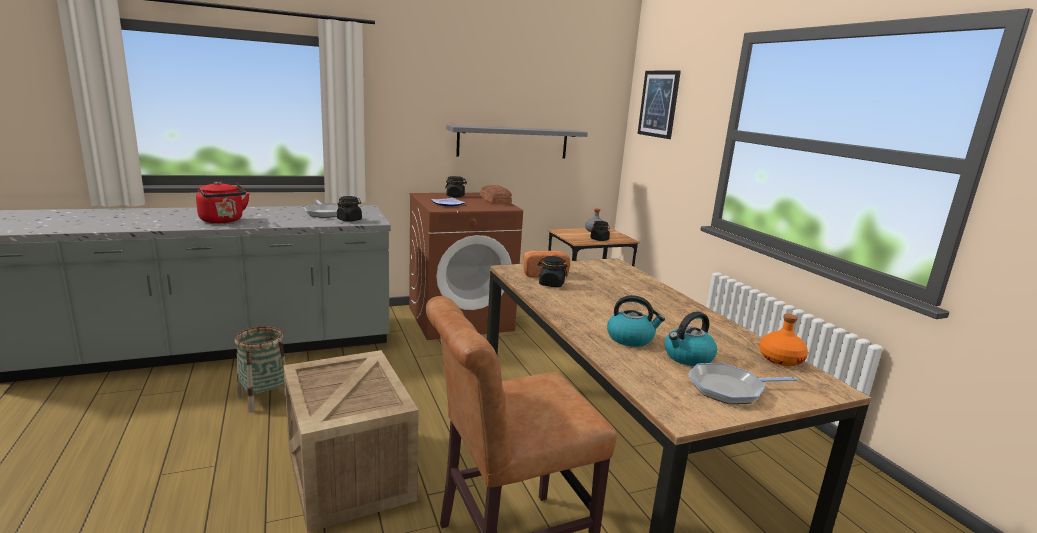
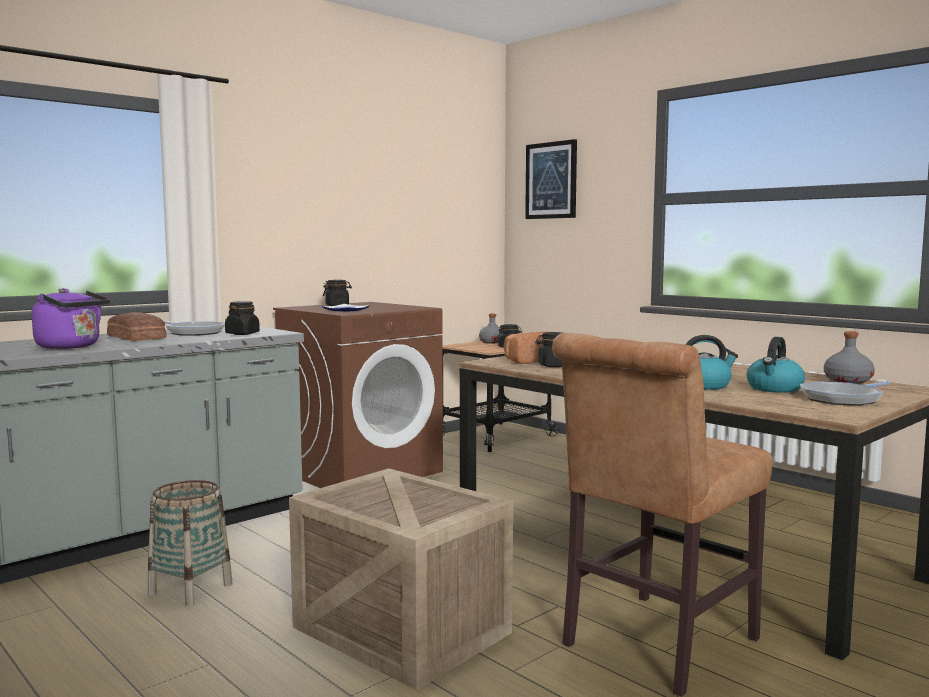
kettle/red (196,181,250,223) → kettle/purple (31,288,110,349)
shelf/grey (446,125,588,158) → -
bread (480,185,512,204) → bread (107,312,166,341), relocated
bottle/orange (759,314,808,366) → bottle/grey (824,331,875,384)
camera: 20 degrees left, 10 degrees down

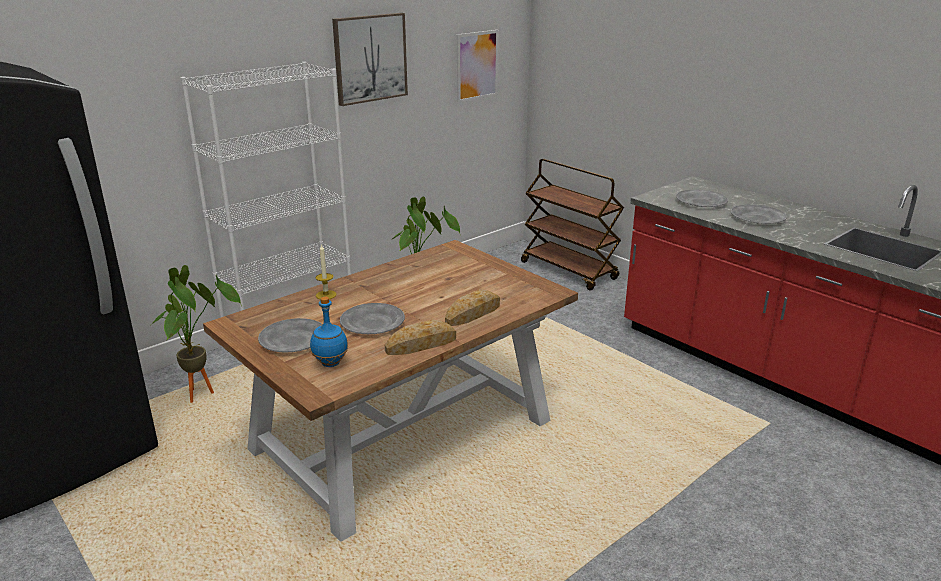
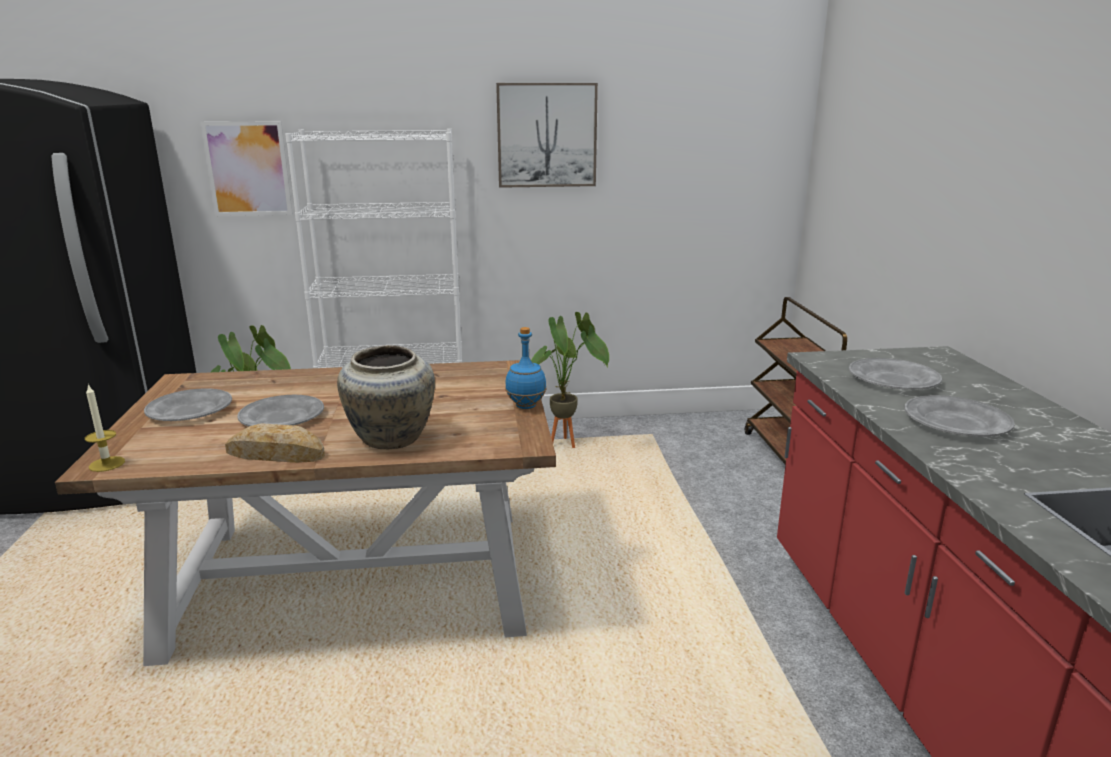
bottle/blue (310,297,348,367) → bottle/blue (505,327,547,409), relocated
candle (315,244,337,299) → candle (85,384,125,472), relocated
bread (445,290,500,326) → vase/beige (337,345,435,449)
picture (457,30,499,103) → picture (200,121,293,216), relocated
camera: 35 degrees right, 5 degrees down

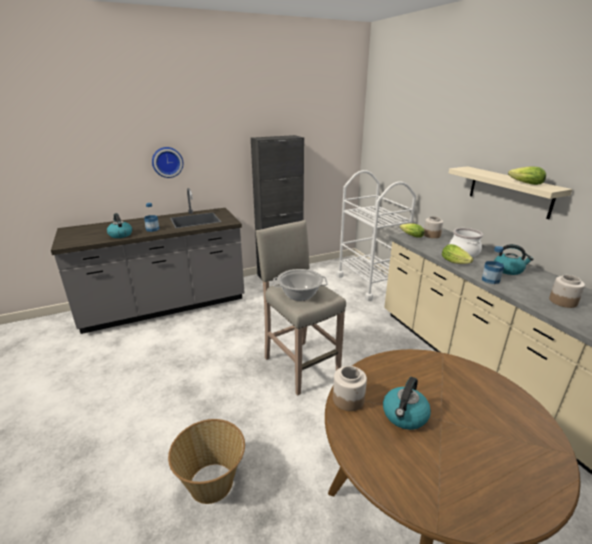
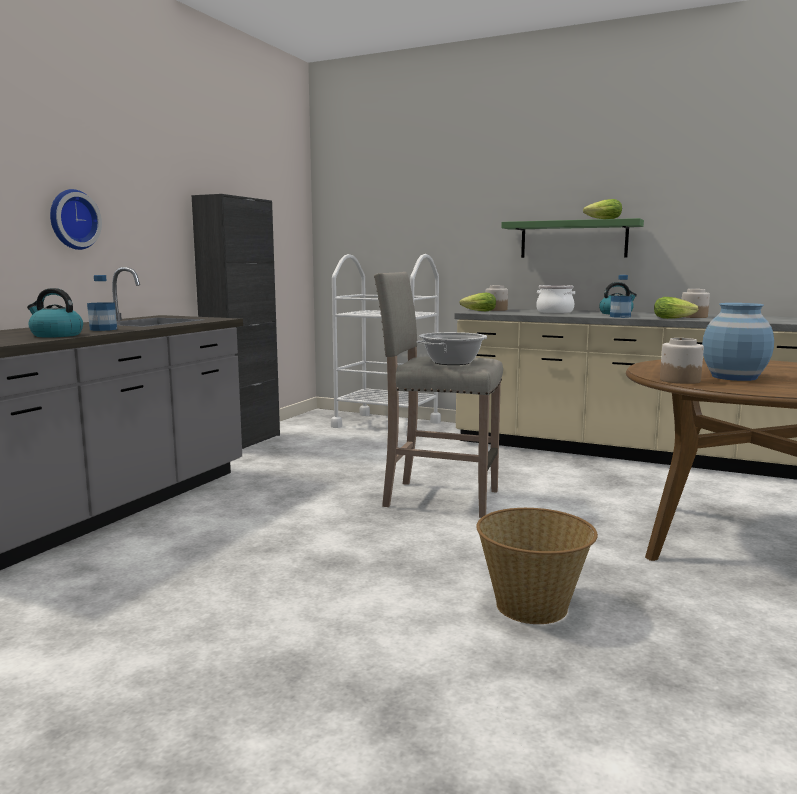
kettle (383,377,431,430) → vase/blue (702,303,774,381)
lettuce (442,244,473,264) → lettuce (654,297,699,319), relocated
shelf/beige (449,166,572,219) → shelf/green (501,218,644,258)
camera: 40 degrees left, 15 degrees down

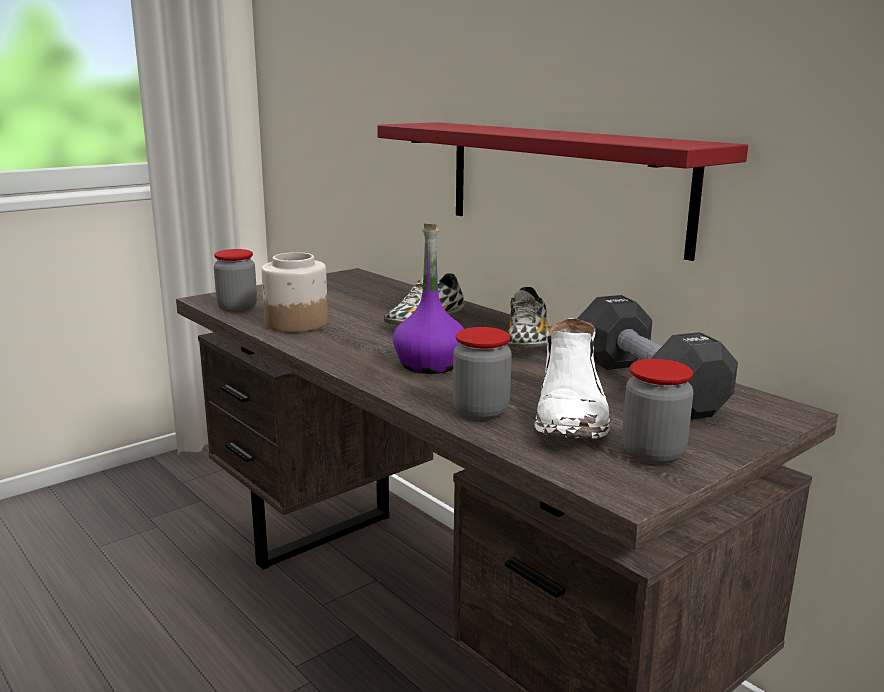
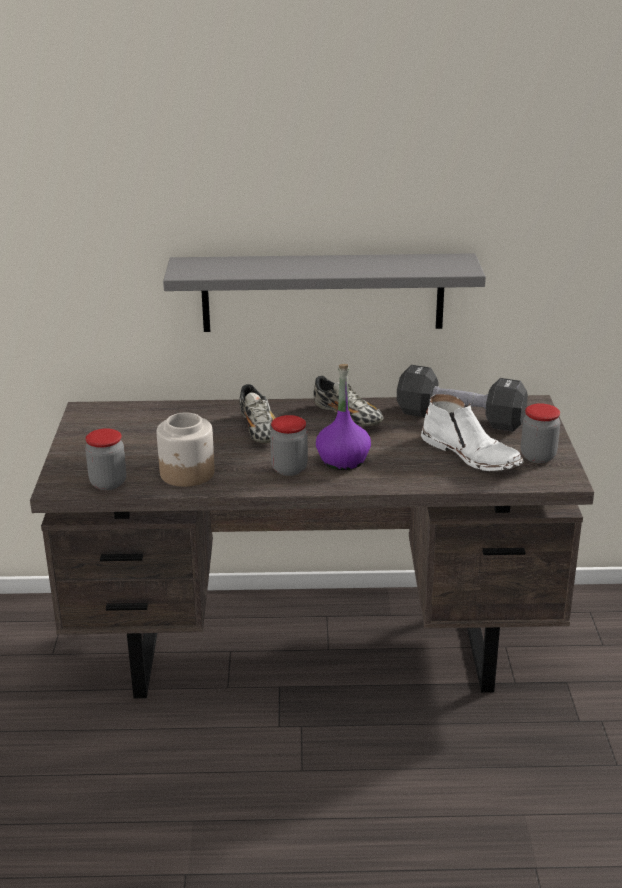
shelf/red (377,122,748,261) → shelf/grey (163,253,486,332)
jar (453,327,512,420) → jar (270,415,308,476), relocated
camera: 50 degrees left, 10 degrees up

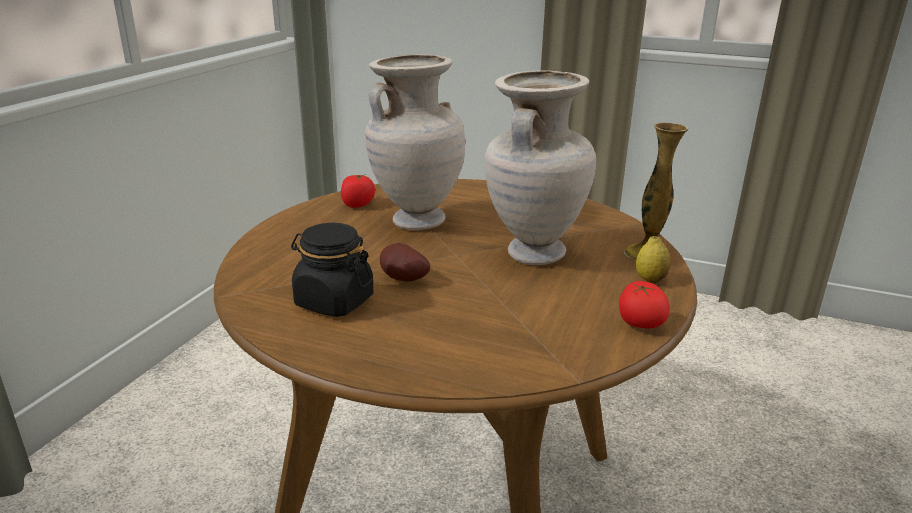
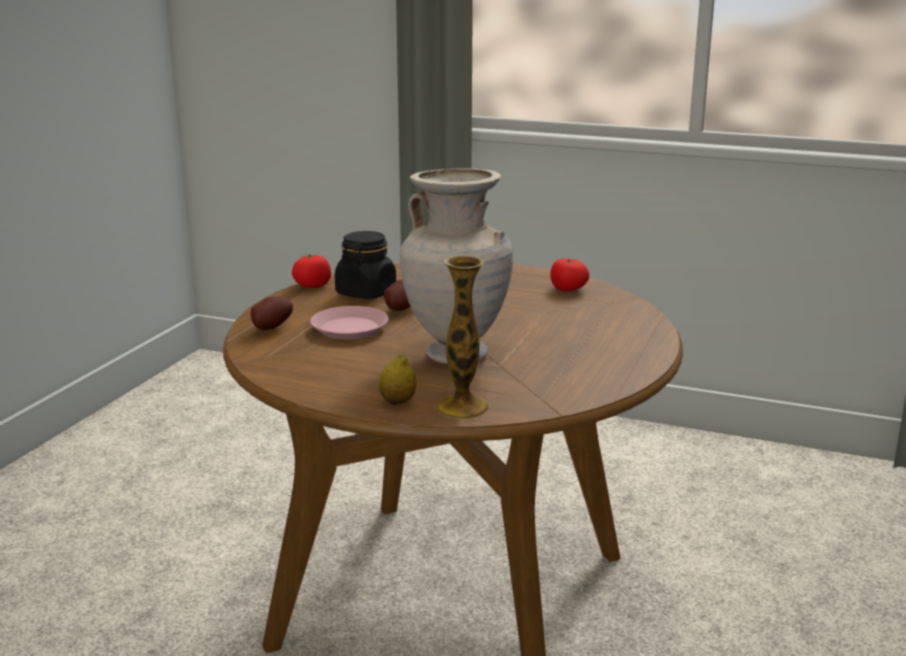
vase/beige (365,54,465,230) → -
tomato (619,281,669,329) → tomato (292,254,331,288), relocated
- → potato (251,297,293,330)
- → plate/pink (310,306,388,339)
camera: 90 degrees right, 5 degrees down

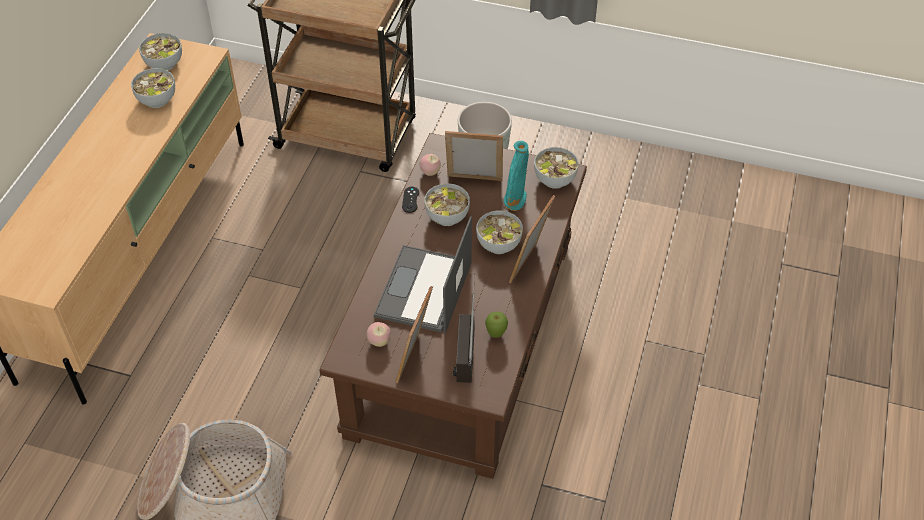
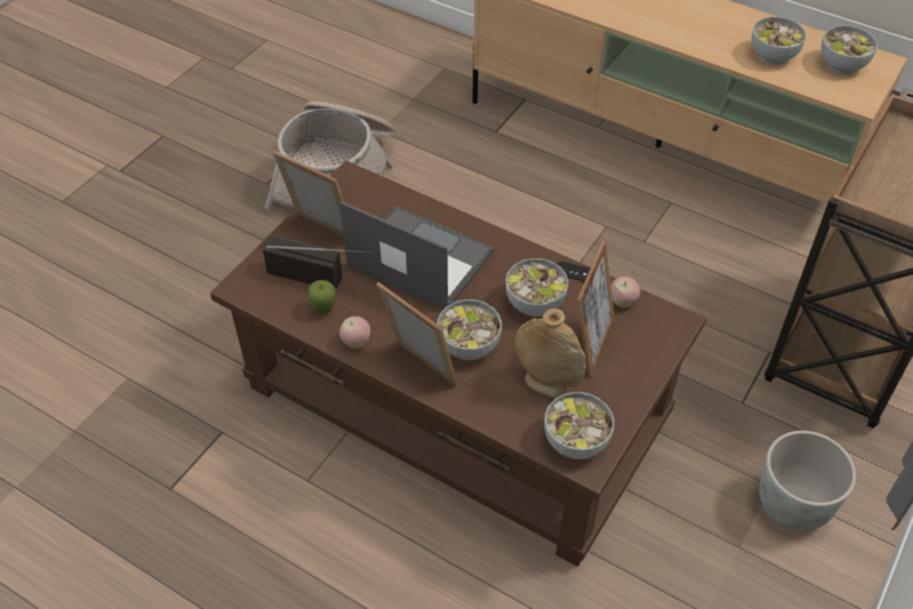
apple (367,322,390,347) → apple (339,316,370,348), relocated
vase/turquoise (504,141,529,211) → vase/beige (515,308,586,398)
camera: 105 degrees right, 0 degrees up

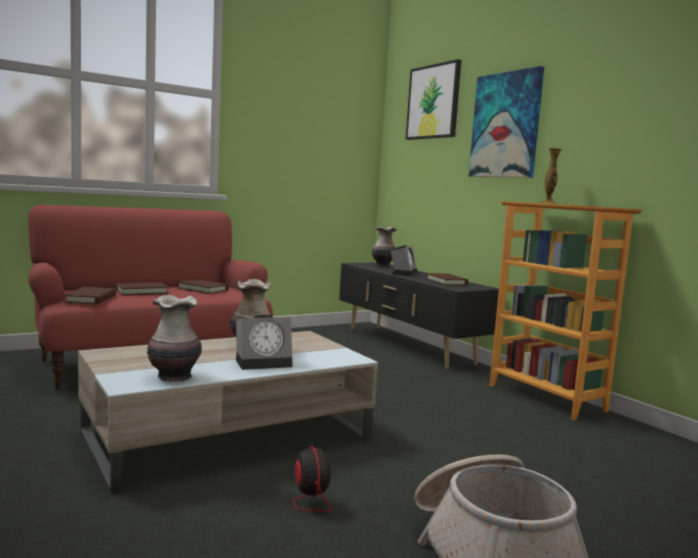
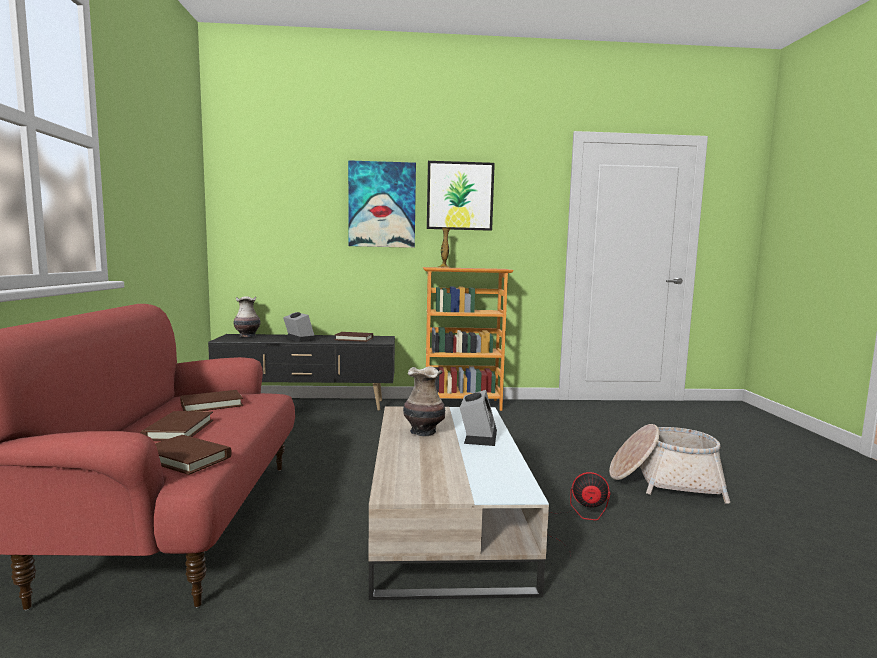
vase (147,295,202,382) → -
picture (406,59,461,140) → picture (427,161,495,231), relocated
camera: 60 degrees left, 0 degrees up

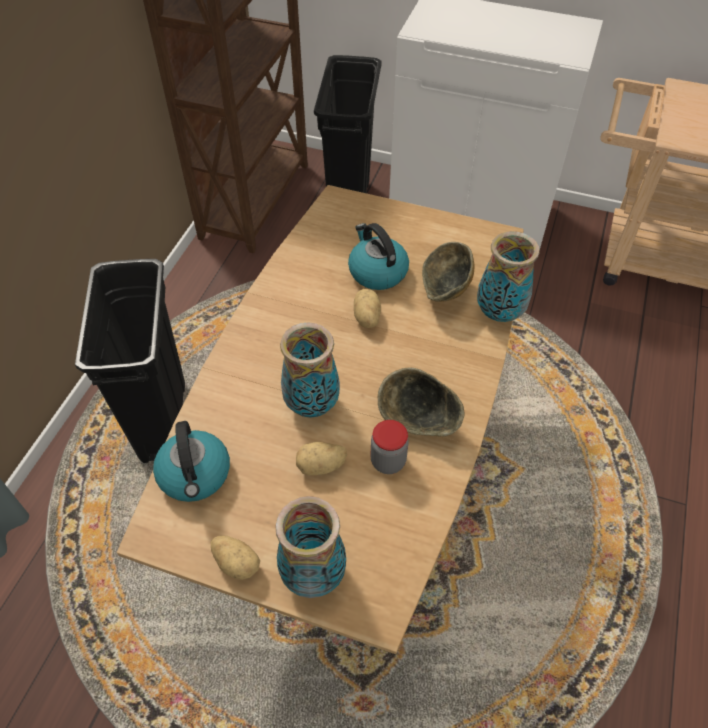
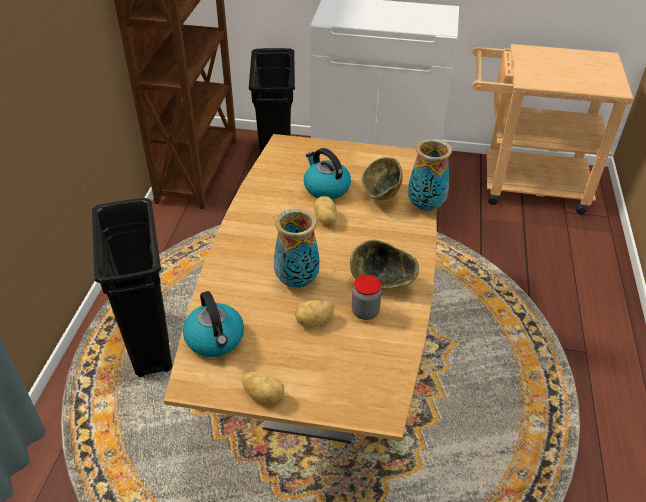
vase (275,496,346,598) → -
camera: 10 degrees left, 10 degrees down

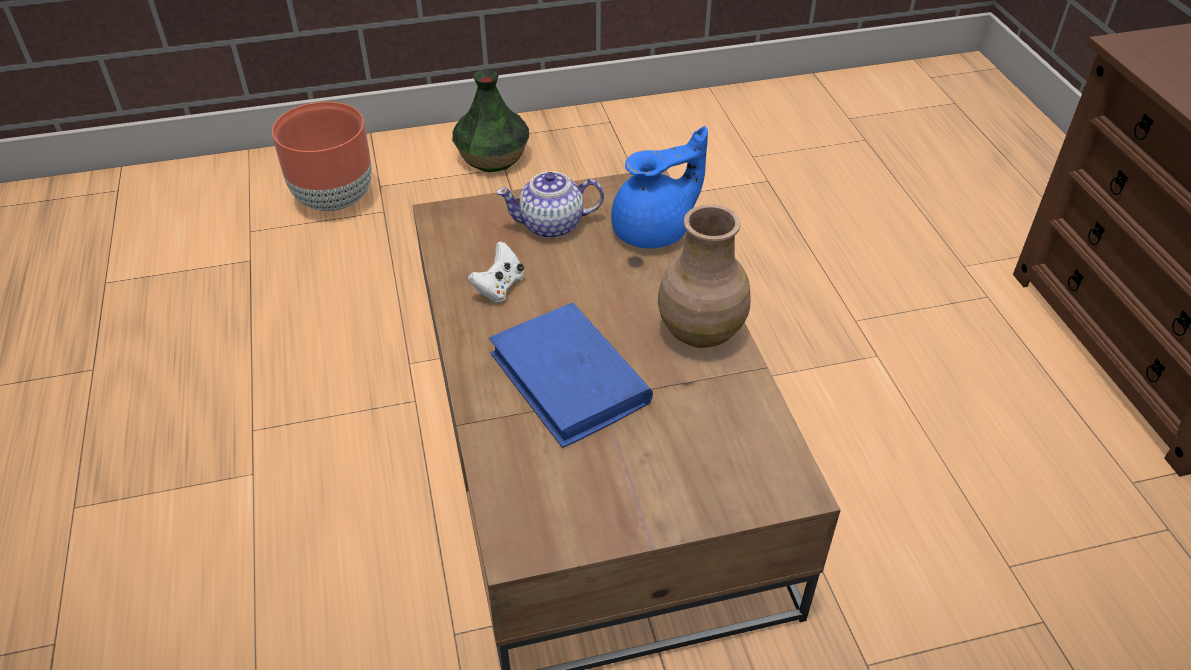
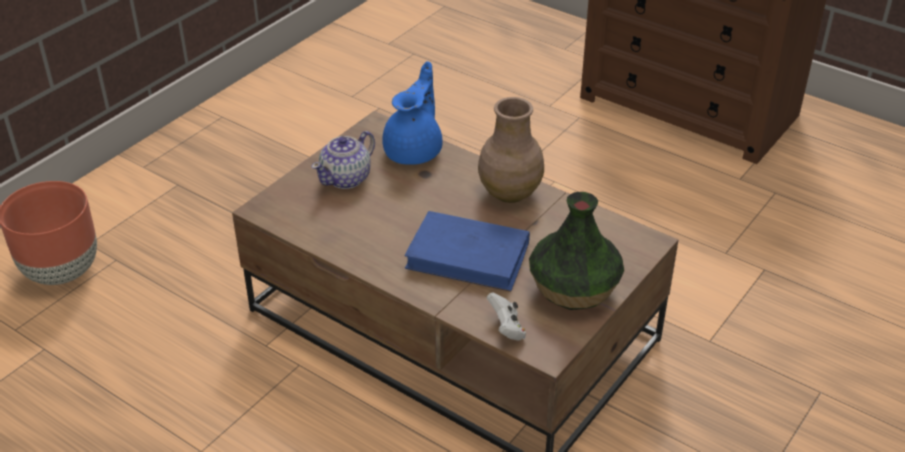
vase (452,69,529,172) → vase (529,192,624,310), relocated
game controller/white (467,241,524,302) → game controller/white (487,293,526,341), relocated
camera: 40 degrees left, 5 degrees down

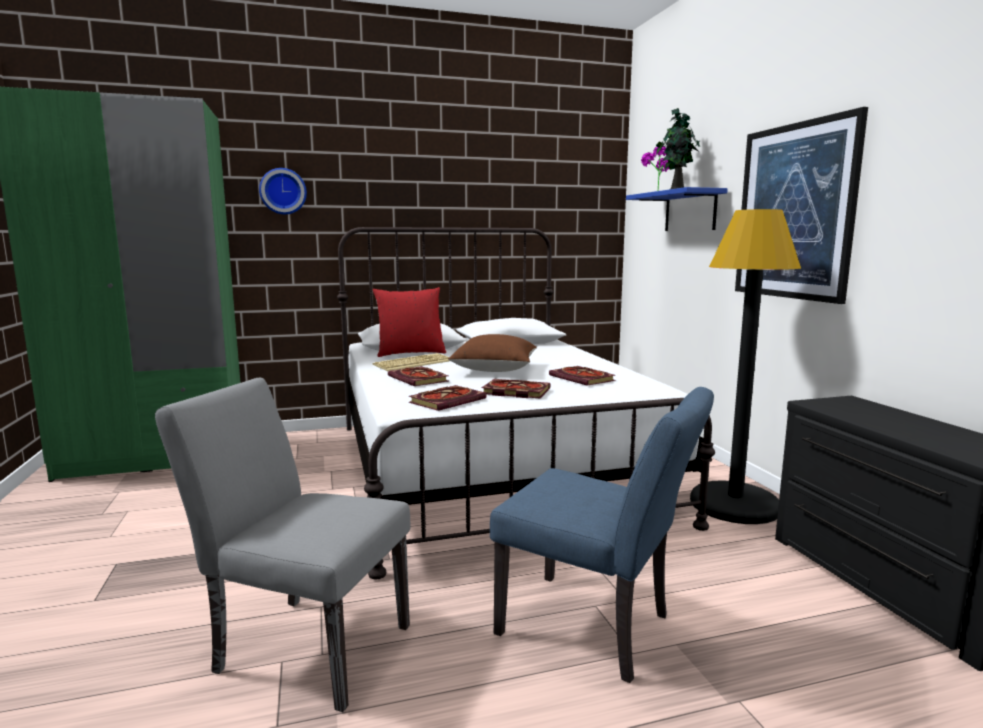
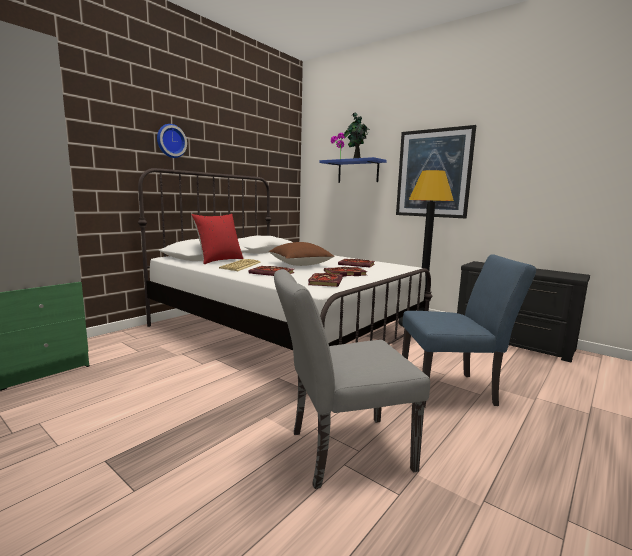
wall clock (259,168,307,214) → wall clock (157,124,187,158), relocated
camera: 35 degrees left, 0 degrees up

